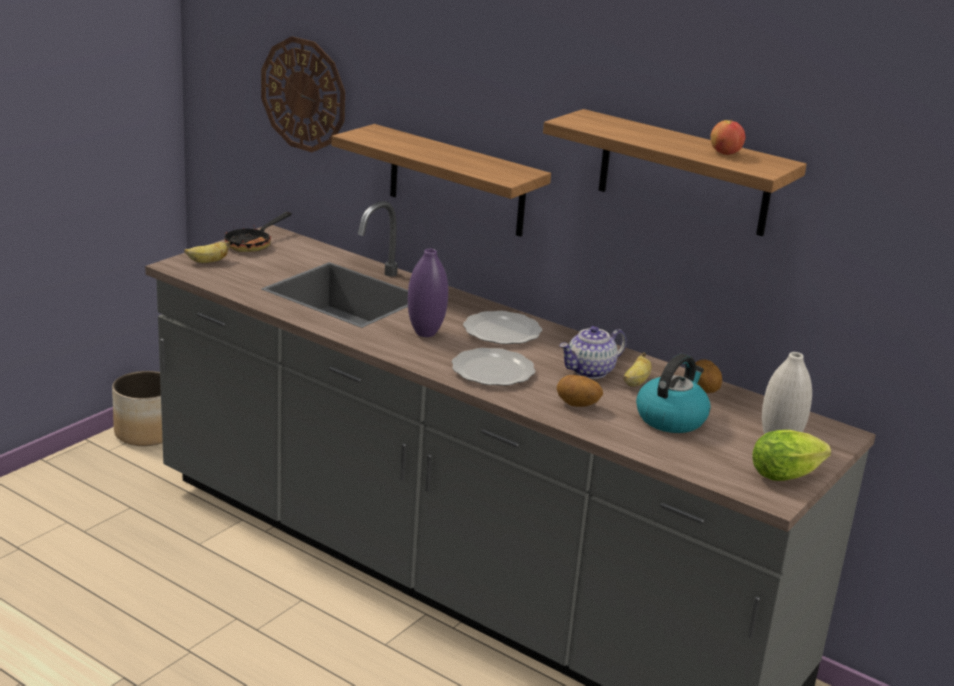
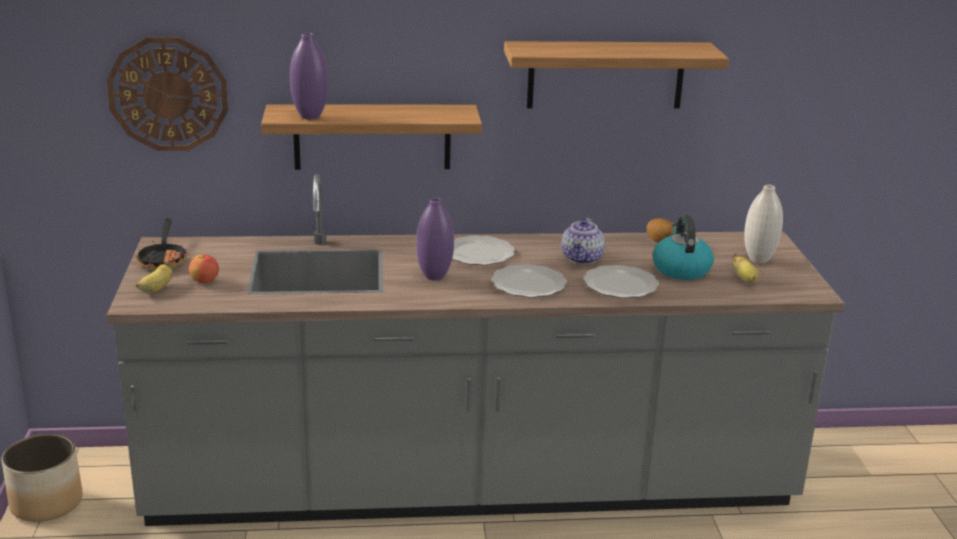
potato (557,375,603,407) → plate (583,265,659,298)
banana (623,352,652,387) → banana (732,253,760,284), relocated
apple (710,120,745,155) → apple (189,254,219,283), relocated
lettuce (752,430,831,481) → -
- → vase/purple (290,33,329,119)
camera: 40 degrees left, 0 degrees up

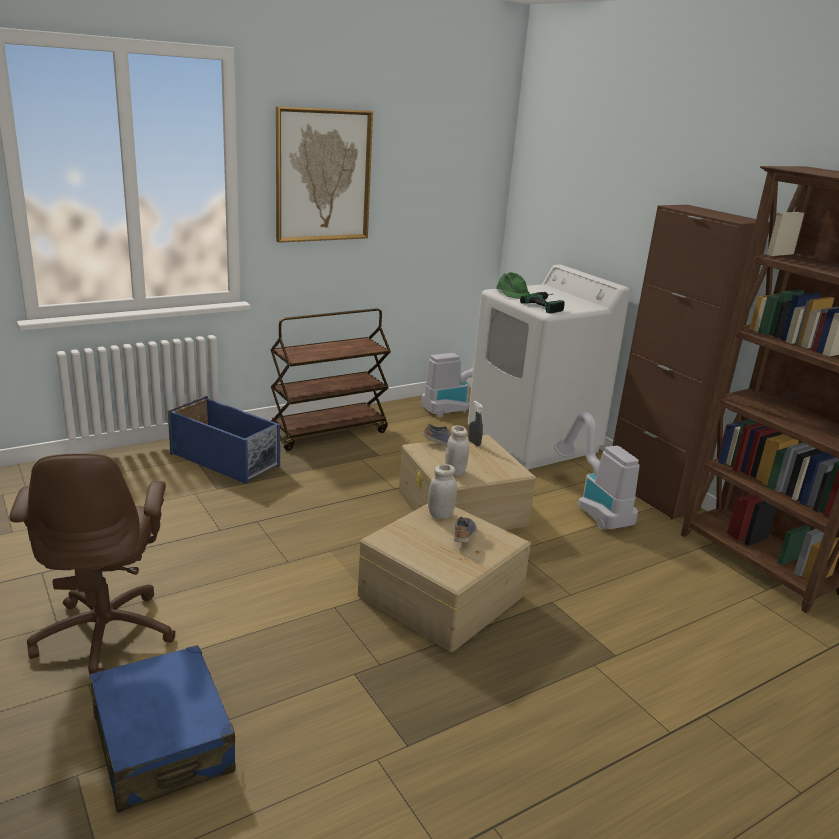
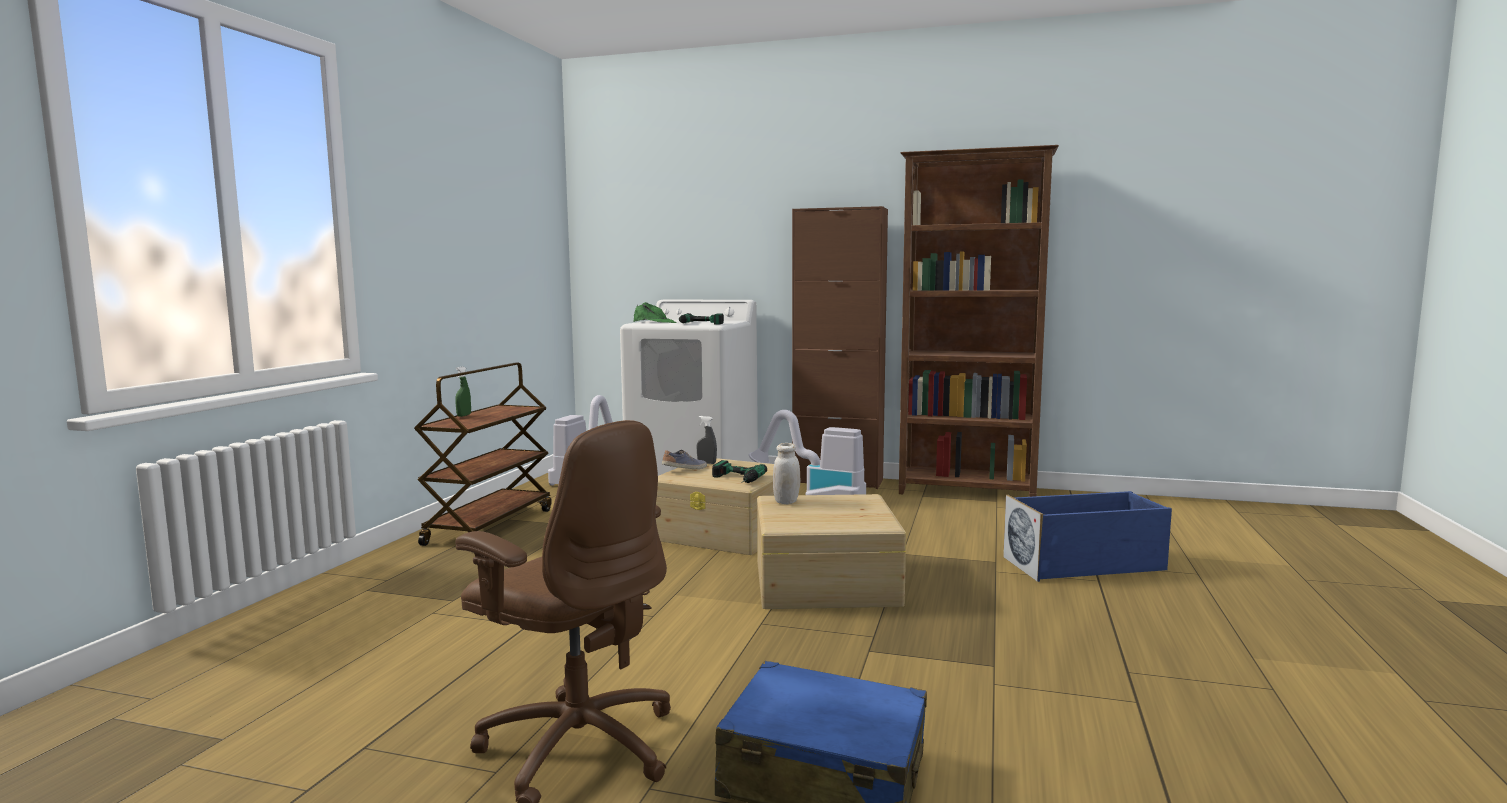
storage box/blue (167,396,280,484) → storage box/blue (1003,491,1172,582), relocated
picture (276,106,373,243) → -
jar/white (445,425,469,476) → power drill (712,460,767,483)
shoe (454,517,477,542) → -
- → spray bottle/green (455,366,471,417)
camera: 40 degrees left, 15 degrees down

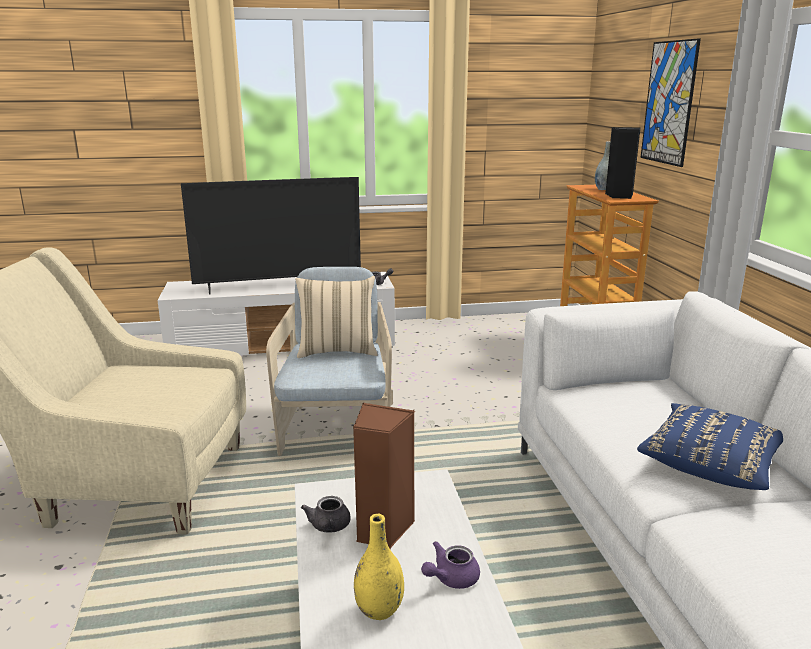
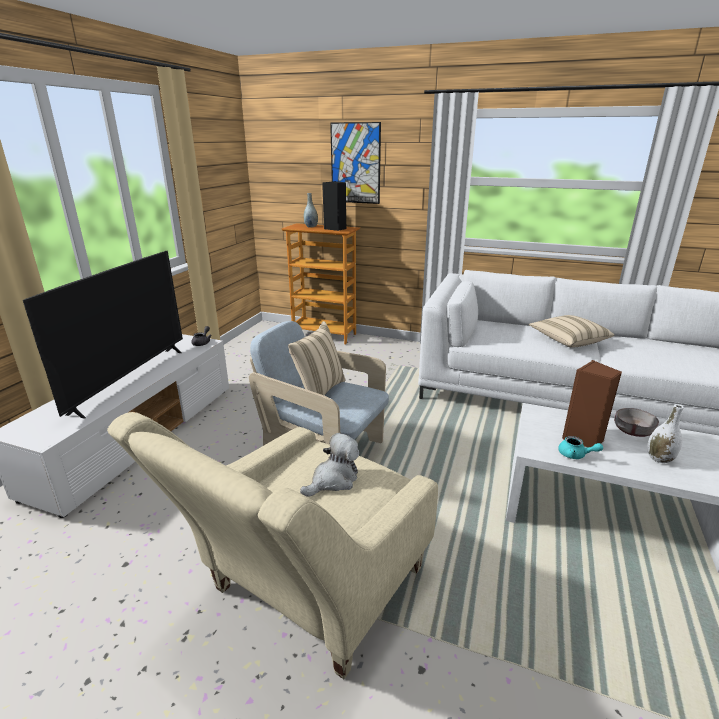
teapot/grey (301,496,350,533) → teapot/turquoise (558,436,603,459)
vase/yellow (354,514,404,620) → vase/white (647,404,684,463)
teapot/purple (421,541,480,589) → bowl/grey (614,408,659,437)
pillow/blue (637,403,783,490) → pillow/beige (529,315,614,348)
- → plush toy (300,433,359,497)
camera: 60 degrees left, 5 degrees up

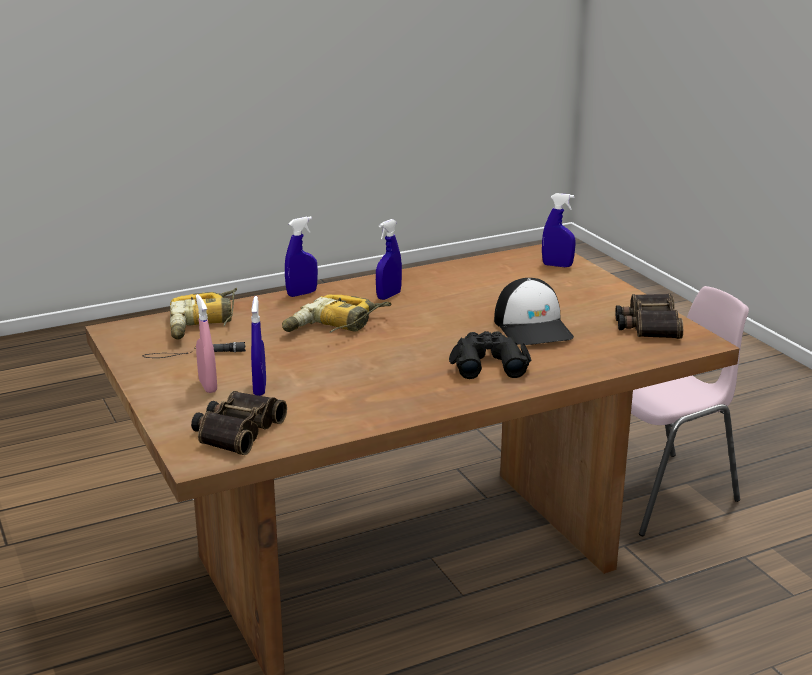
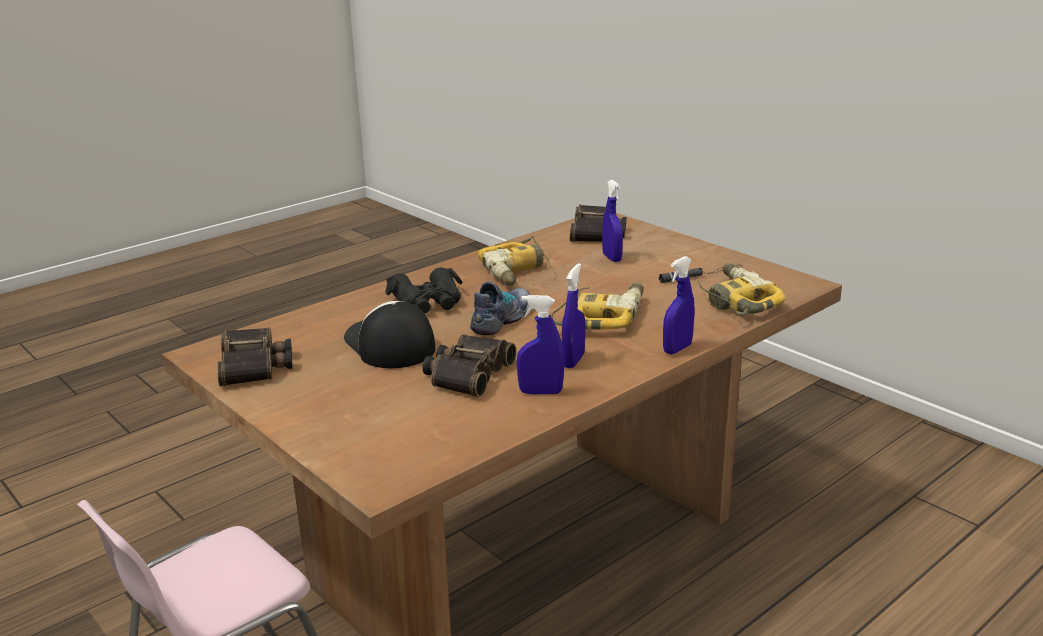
spray bottle/pink (196,294,217,393) → -
spray bottle/blue (542,193,576,267) → spray bottle/blue (517,295,564,394), relocated
- → binoculars (423,334,516,397)
- → shoe (470,282,530,335)
- → power drill (478,236,550,286)
camera: 165 degrees right, 0 degrees up

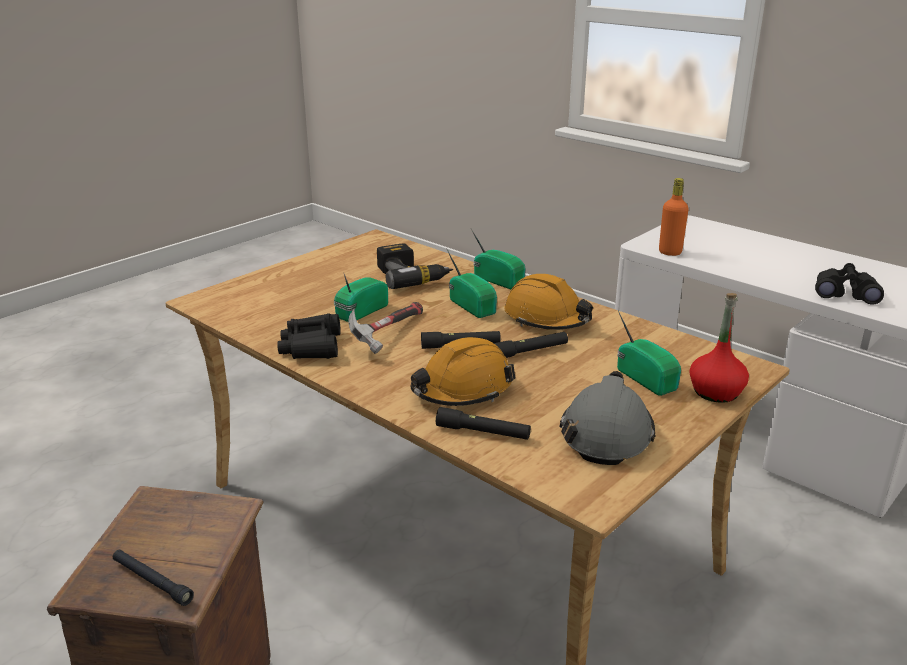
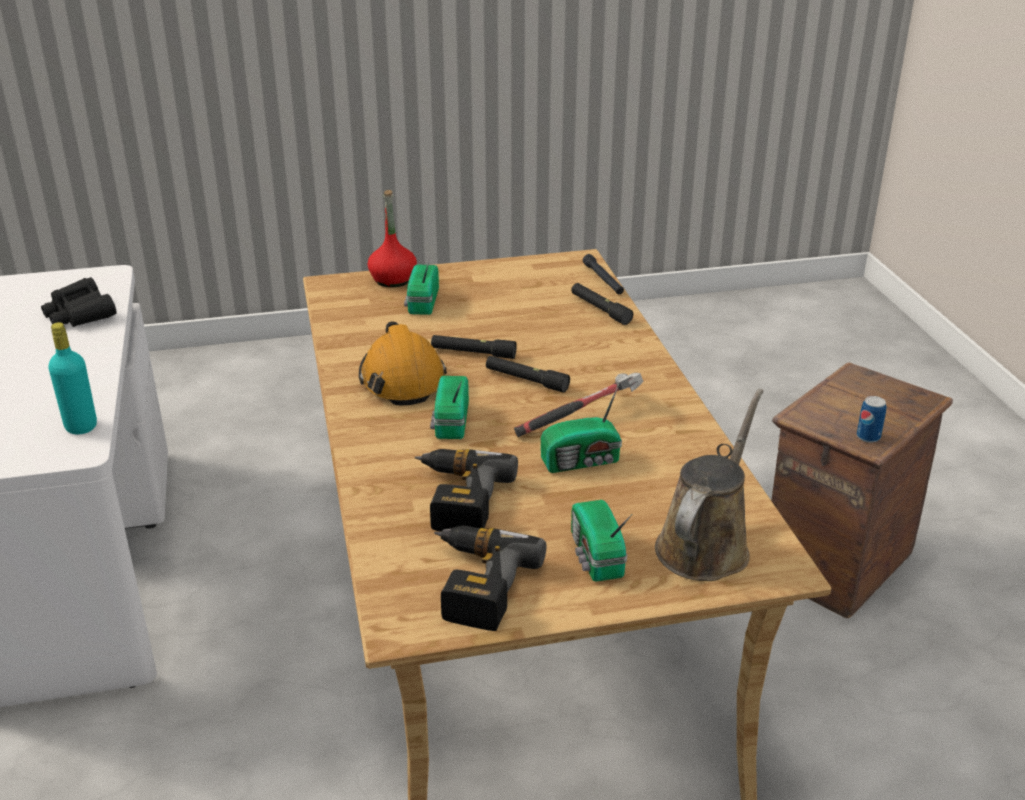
flashlight/black (113,550,194,606) → flashlight/black (583,254,624,294), relocated
binoculars/black (277,313,341,359) → -
hard hat/orange (411,337,515,406) → -
radio (471,229,526,289) → radio (571,500,632,582), relocated
hard hat/grey (559,371,655,465) → -
bottle/orange (659,178,689,256) → bottle/turquoise (48,322,97,434)
- → power drill (434,526,546,631)
- → watering can/brown (655,389,763,581)
- → can (857,396,887,443)
camera: 145 degrees left, 5 degrees up

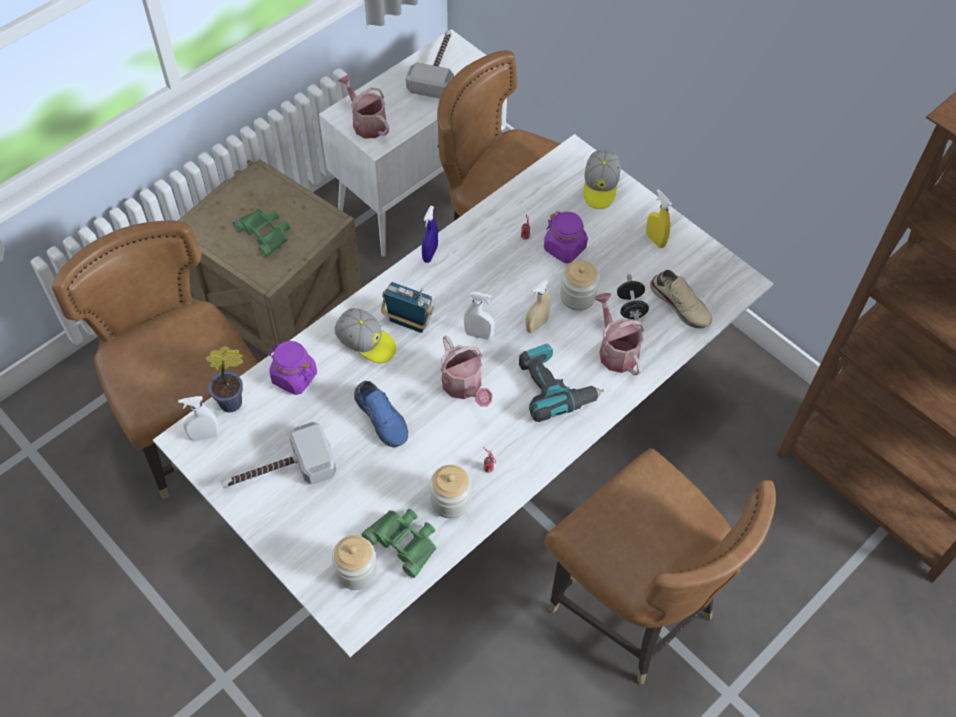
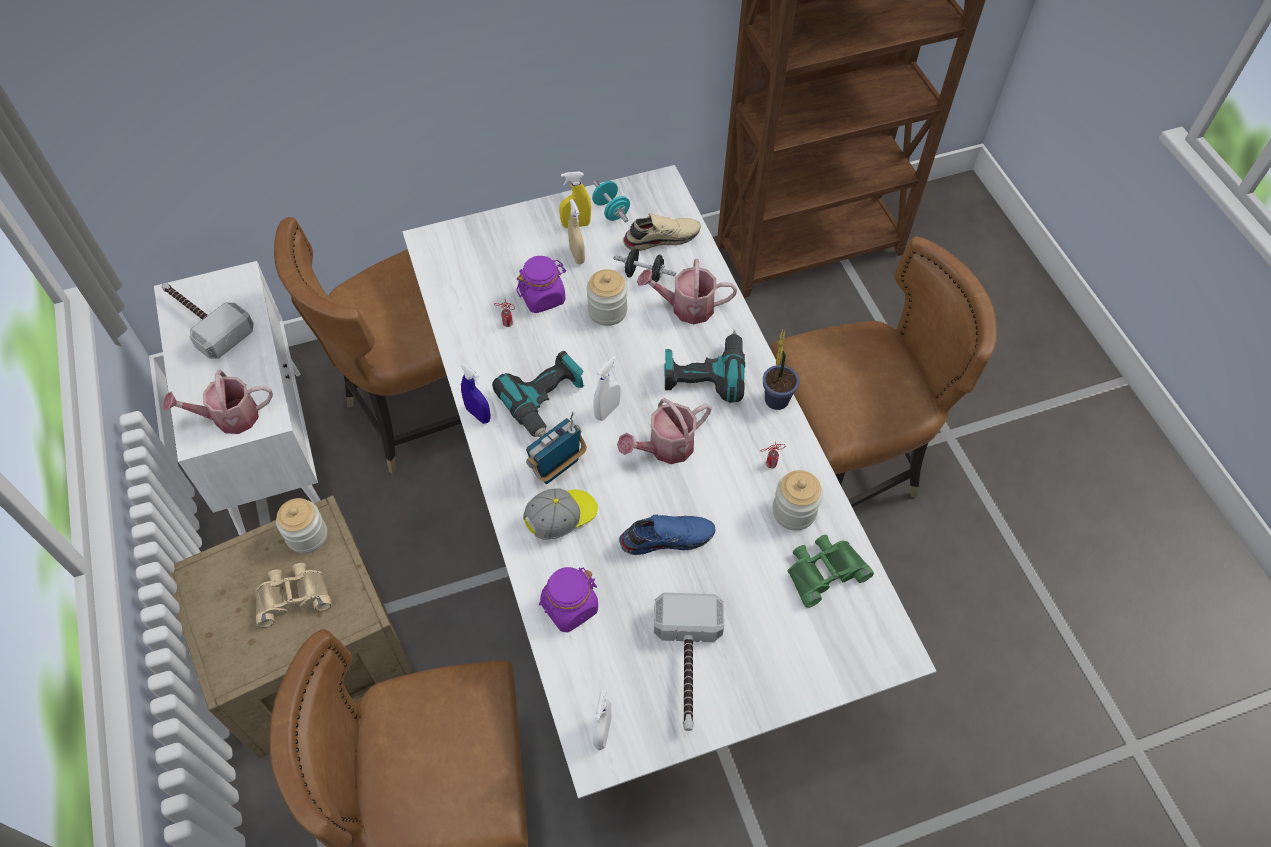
potted plant (206,346,244,412) → potted plant (763,328,800,410), relocated
binoculars/green (233,209,290,258) → binoculars/beige (256,563,332,628)
jar (332,535,377,590) → jar (276,498,327,554), relocated
watering can (441,336,493,407) → watering can (617,398,712,464), 150 degrees clockwise
spray bottle/beige (526,280,551,333) → spray bottle/beige (568,199,585,264), relocated
cap (584,150,621,209) → -
- → power drill (492,351,584,437)
- → dumbbell/turquoise (592,180,630,223)
camera: 65 degrees left, 0 degrees up

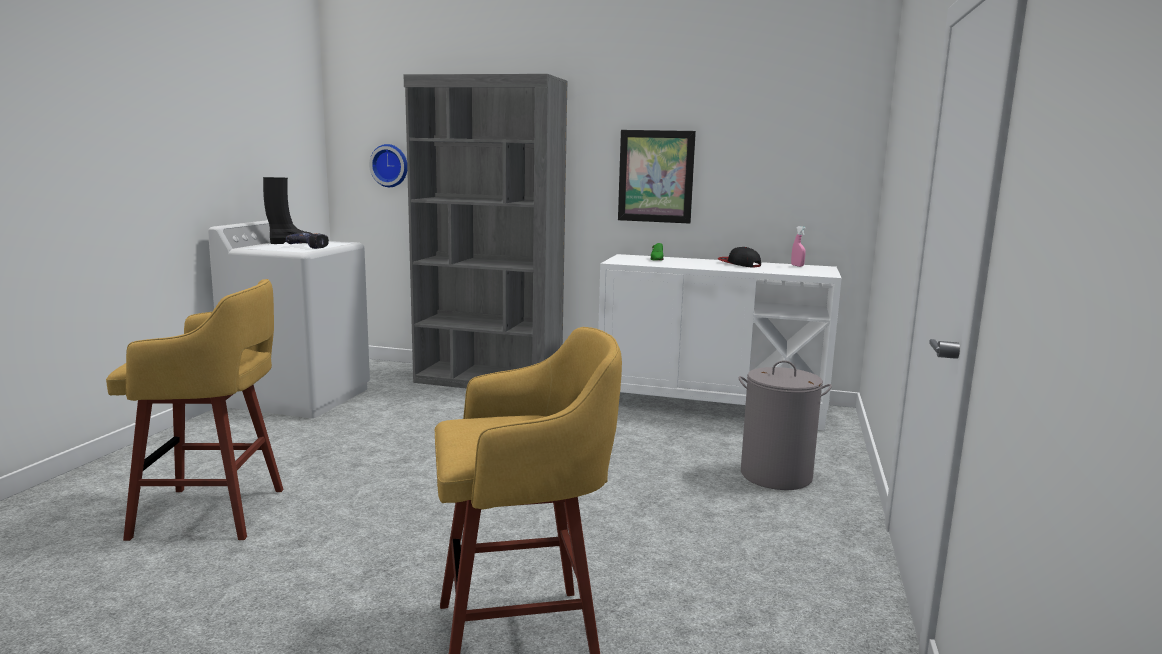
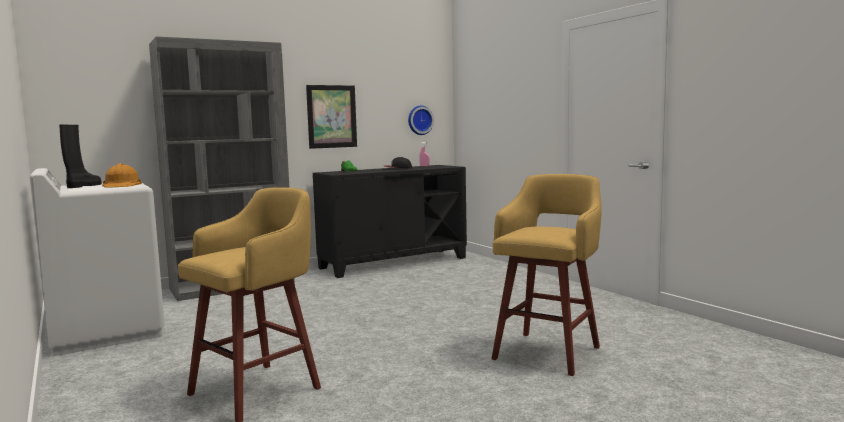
power drill (286,233,329,249) → hard hat/orange (102,163,142,188)
wall clock (369,144,407,187) → wall clock (408,105,434,135), relocated
cabinet/white (598,254,842,431) → cabinet/black (313,165,467,278)
laundry basket/grey (739,360,832,490) → -
camera: 45 degrees left, 5 degrees down

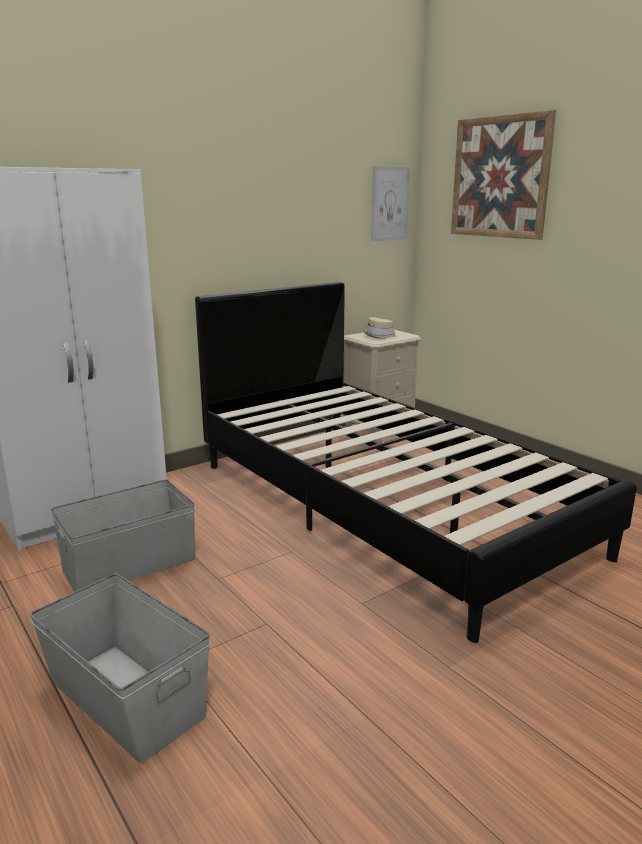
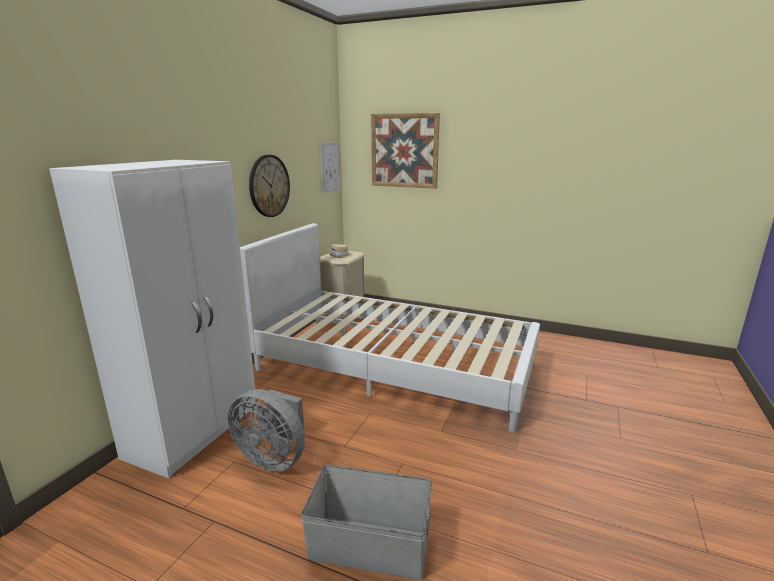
storage box/grey (51,479,195,591) → fan/grey (228,389,305,472)
bed/black (195,282,637,643) → bed/white (240,223,540,433)
- → wall clock (249,155,290,217)
camera: 30 degrees left, 0 degrees up

